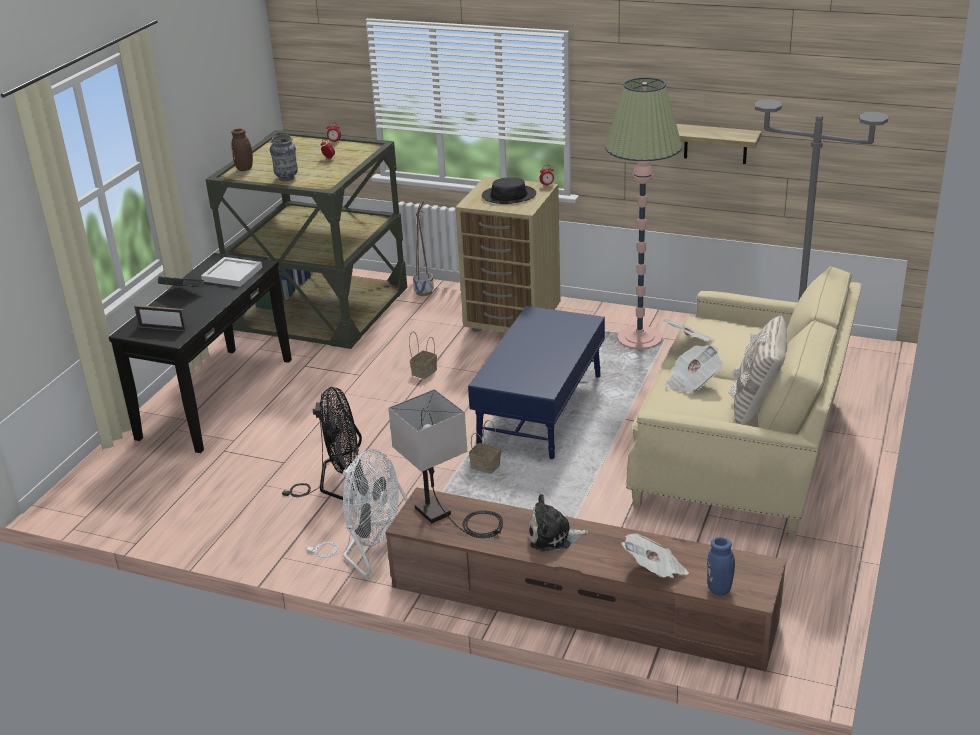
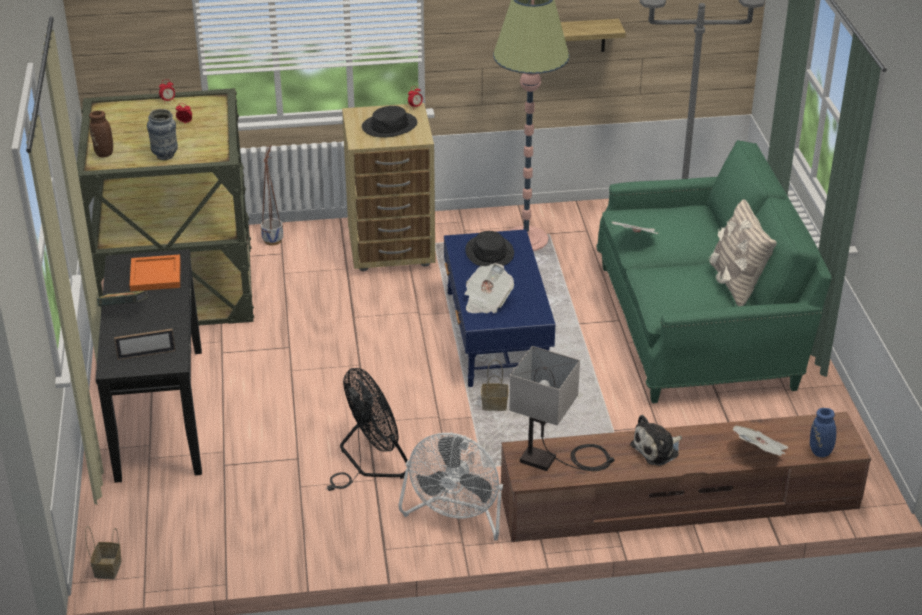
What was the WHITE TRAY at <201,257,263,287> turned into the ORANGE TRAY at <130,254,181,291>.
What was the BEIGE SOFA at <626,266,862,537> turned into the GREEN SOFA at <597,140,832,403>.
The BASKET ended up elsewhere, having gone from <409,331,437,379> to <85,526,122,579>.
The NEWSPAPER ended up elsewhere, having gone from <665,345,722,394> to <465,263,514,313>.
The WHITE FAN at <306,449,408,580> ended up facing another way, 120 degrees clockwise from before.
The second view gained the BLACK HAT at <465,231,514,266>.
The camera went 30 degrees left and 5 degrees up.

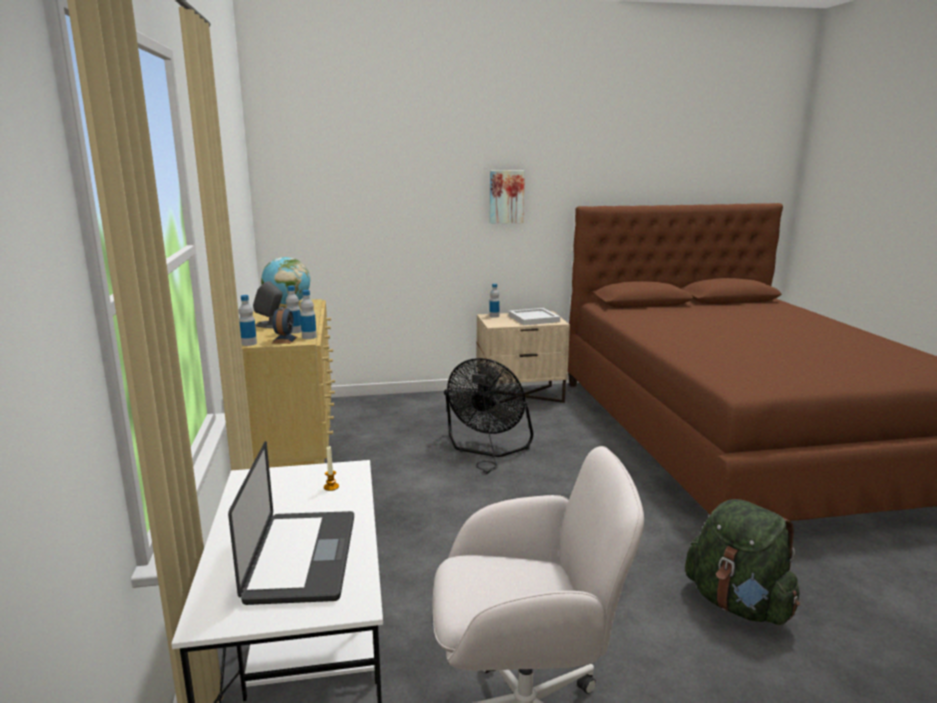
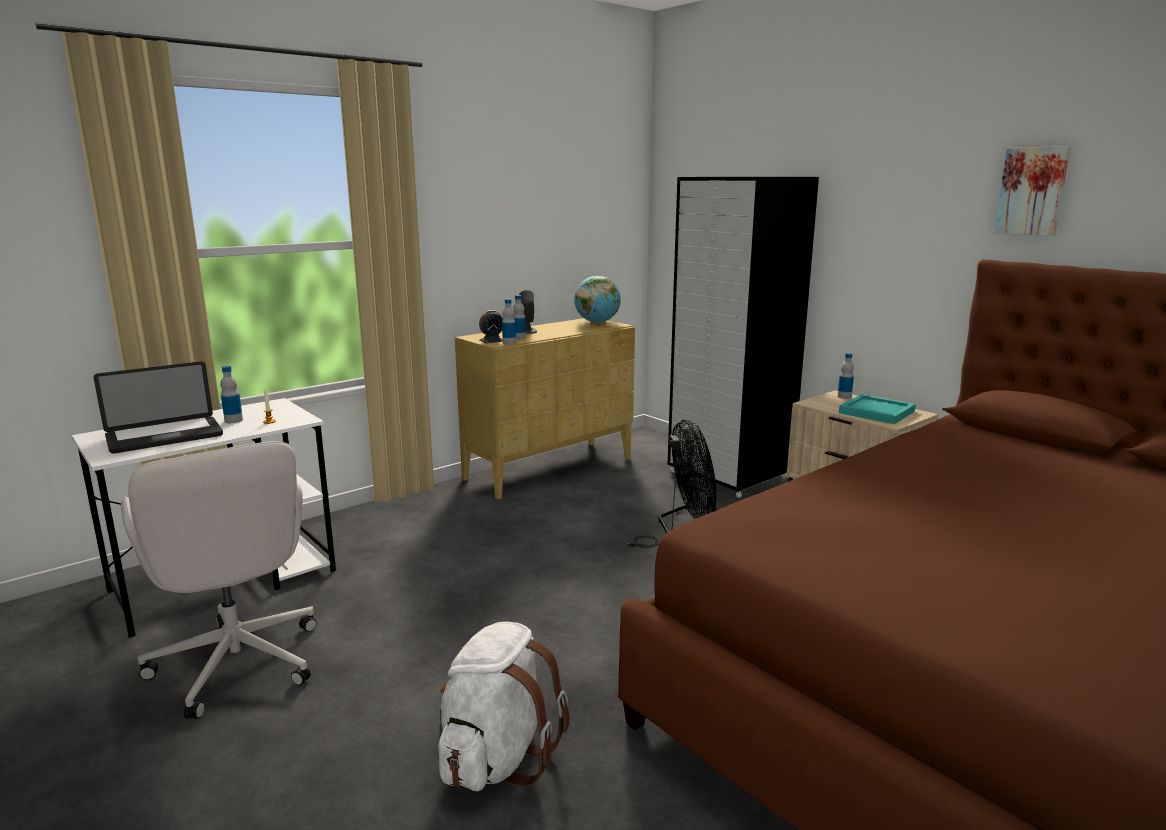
The PICTURE ended up elsewhere, having gone from <490,170,525,224> to <994,146,1071,236>.
The BOTTLE ended up elsewhere, having gone from <239,295,257,346> to <220,366,243,423>.
What was the WHITE TRAY at <509,308,560,325> turned into the TURQUOISE TRAY at <839,394,916,424>.
What was the GREEN BACKPACK at <685,499,800,625> turned into the WHITE BACKPACK at <438,622,570,791>.
The second view gained the WARDROBE at <668,177,819,498>.
The camera went 60 degrees right and 0 degrees up.

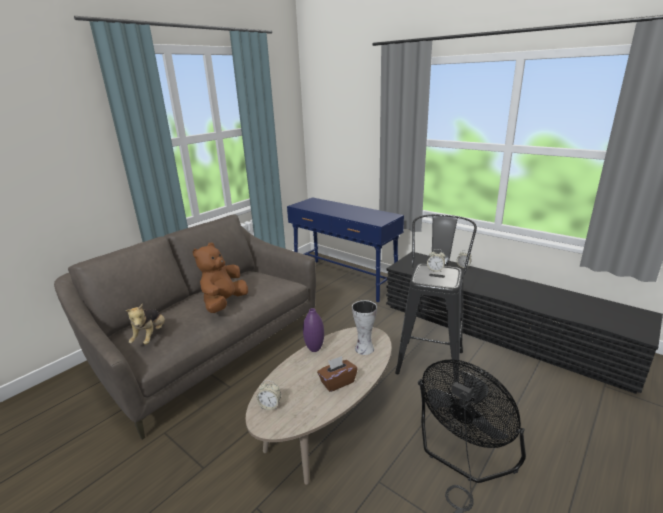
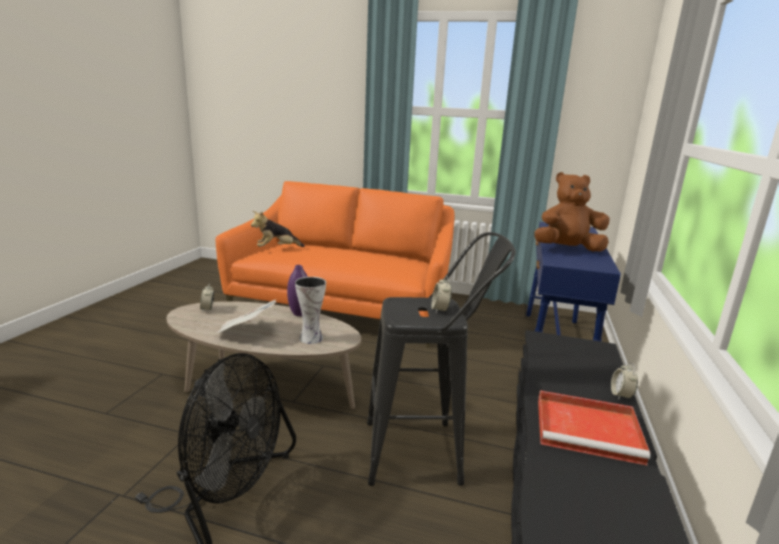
What was the GREY SOFA at <54,214,316,440> turned into the ORANGE SOFA at <216,181,454,348>.
The BROWN PLUSH TOY ended up elsewhere, having gone from <193,243,248,313> to <535,172,610,252>.
Where the BROWN TISSUE BOX stood at <317,356,357,392>, the NEWSPAPER came to stand at <215,299,276,334>.
The second view gained the RED TRAY at <538,390,650,465>.
The camera went 65 degrees right and 5 degrees down.

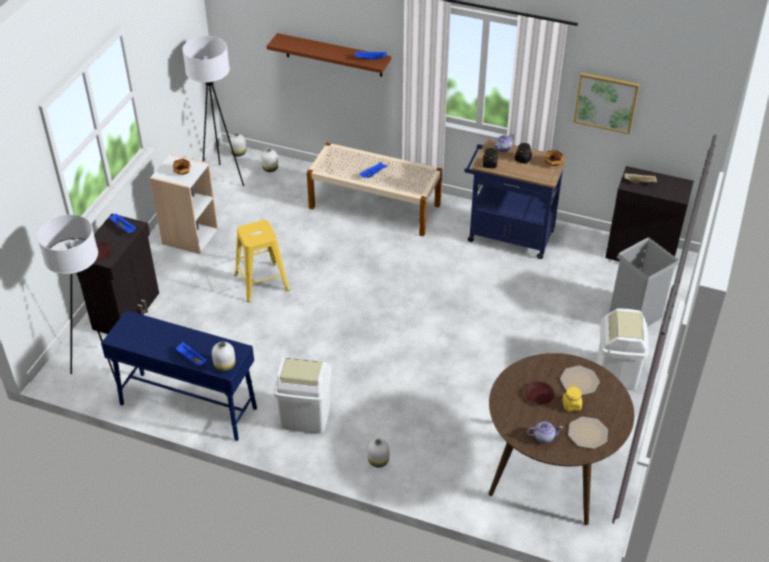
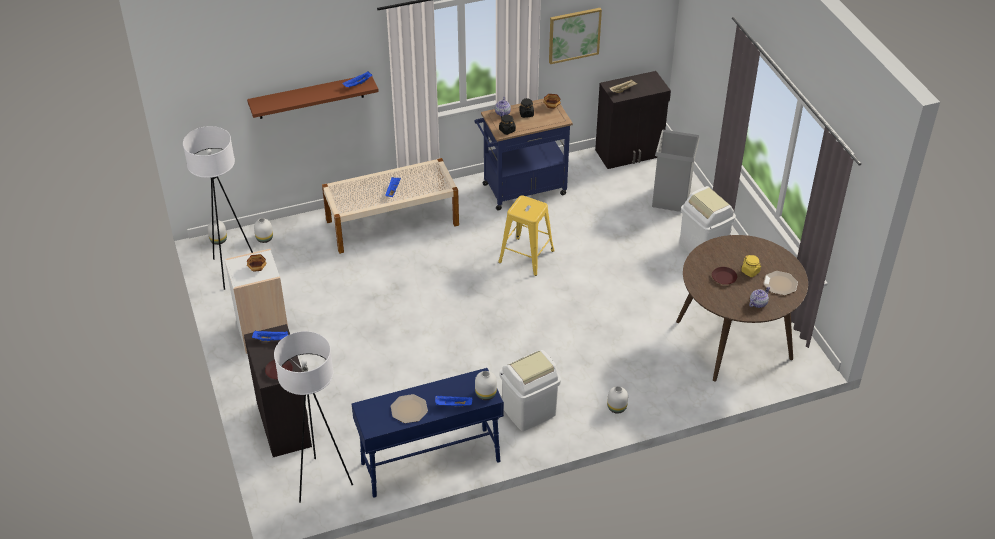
The YELLOW STOOL ended up elsewhere, having gone from <235,220,290,302> to <498,196,555,276>.
The PLATE ended up elsewhere, having gone from <560,366,600,395> to <391,394,428,423>.
The camera went 40 degrees left and 0 degrees up.

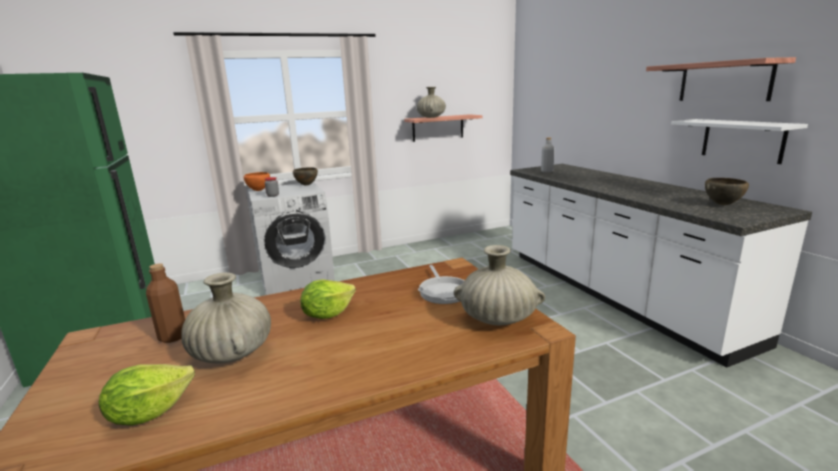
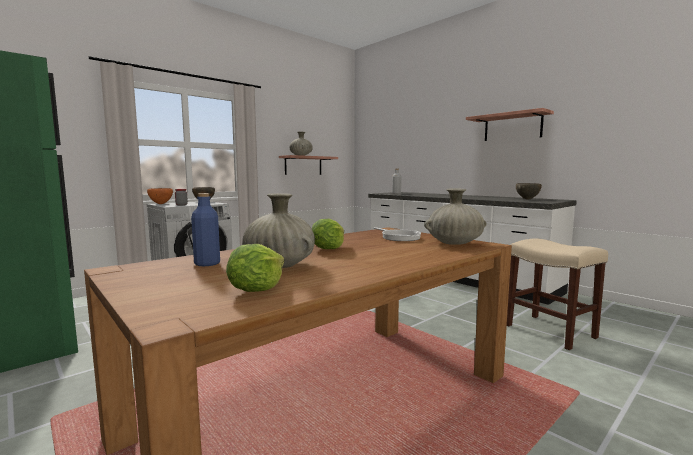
The second view lost the WHITE SHELF at <671,119,808,164>.
What was the BROWN BOTTLE at <146,263,185,343> turned into the BLUE BOTTLE at <191,193,220,266>.
The second view gained the BEIGE STOOL at <507,238,608,350>.
The camera went 20 degrees left and 10 degrees down.

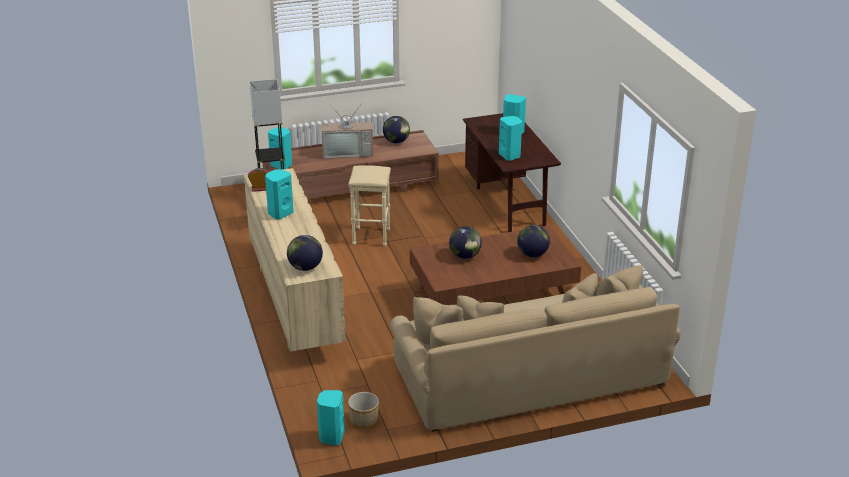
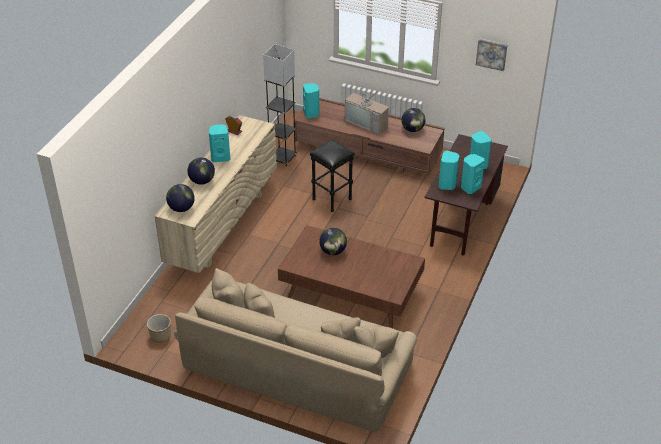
What was the BEIGE STOOL at <348,165,391,247> turned into the BLACK STOOL at <310,140,355,212>.
The GLOBE ended up elsewhere, having gone from <517,225,550,257> to <188,157,215,185>.
The TURQUOISE SPEAKER ended up elsewhere, having gone from <317,390,345,446> to <461,154,485,194>.
The second view gained the PICTURE at <476,38,508,71>.
The camera went 40 degrees right and 10 degrees up.

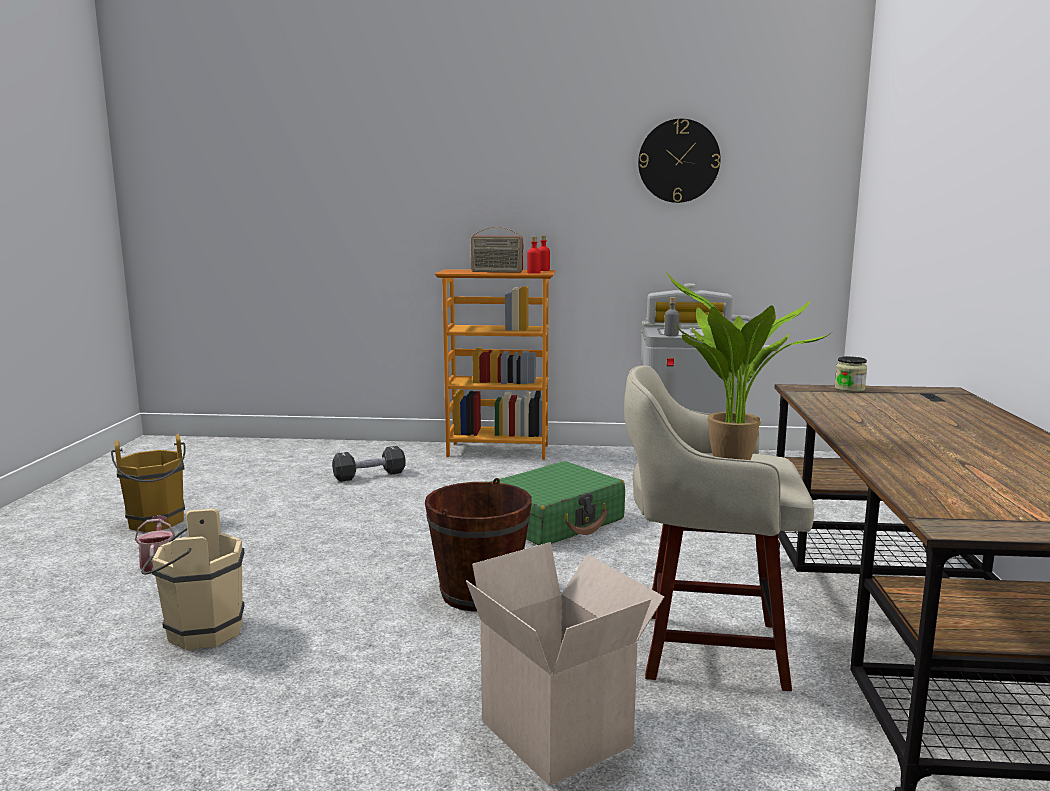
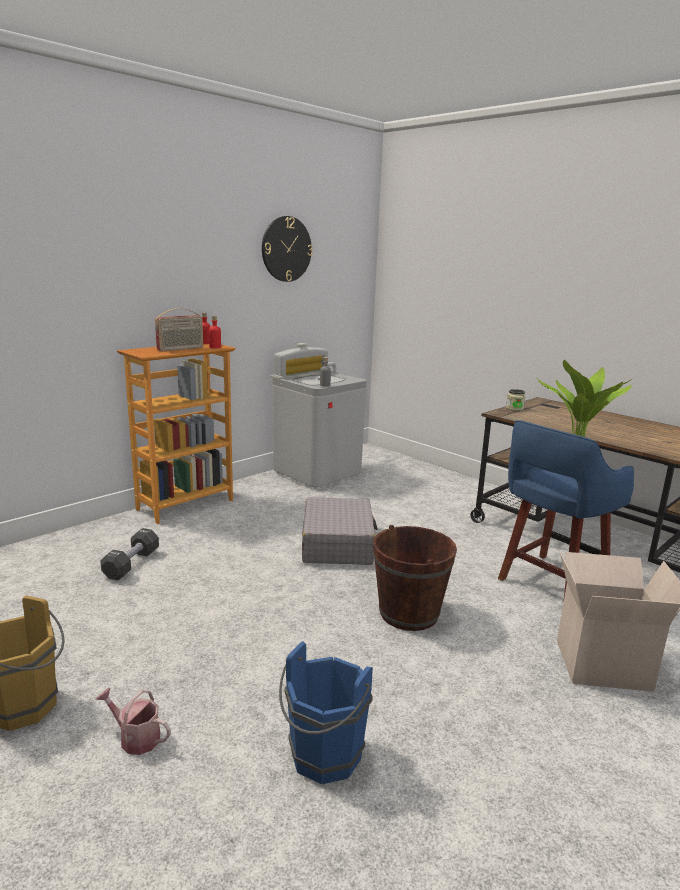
What was the BEIGE STOOL at <624,365,814,691> turned into the BLUE STOOL at <498,420,634,597>.
What was the GREEN SUITCASE at <489,461,625,545> turned into the GREY SUITCASE at <302,497,378,565>.
What was the BEIGE BUCKET at <141,509,244,650> turned into the BLUE BUCKET at <279,641,373,784>.
The camera went 50 degrees left and 5 degrees up.

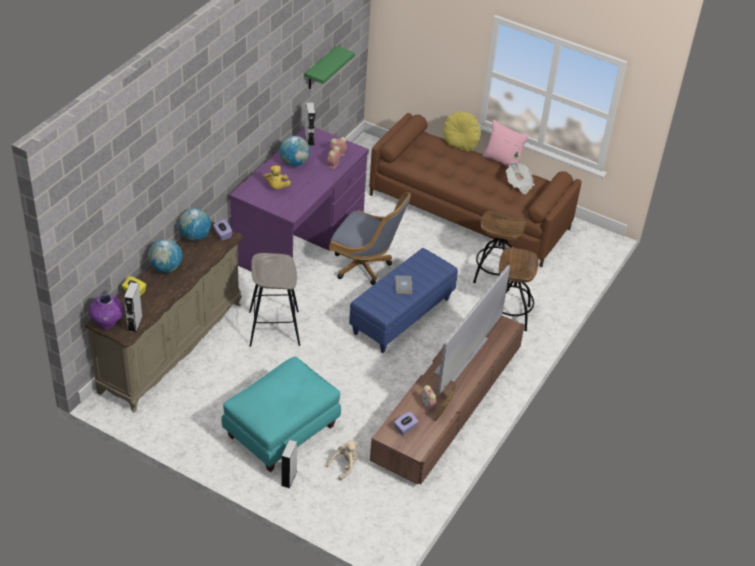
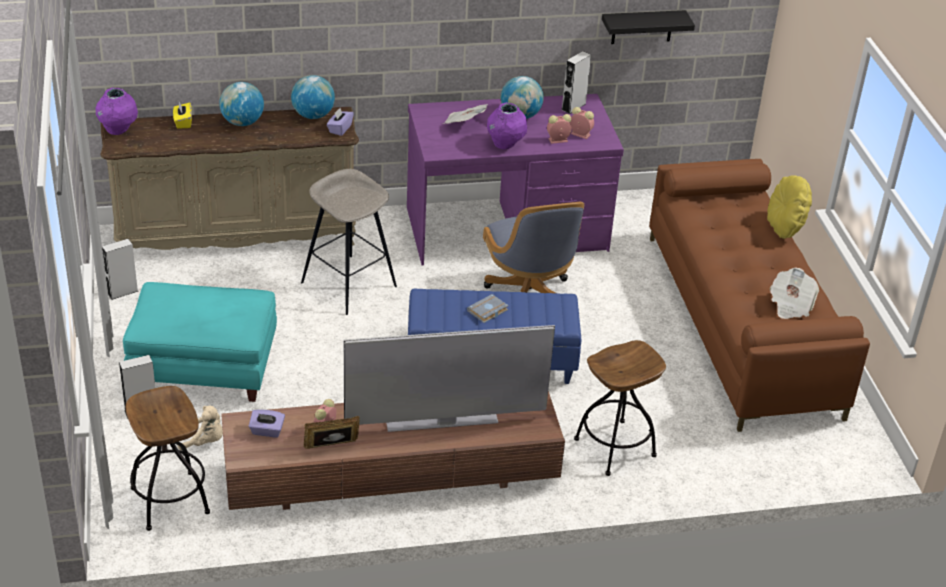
What was the GREEN SHELF at <305,46,355,89> turned into the BLACK SHELF at <602,10,695,44>.
The second view lost the PINK PILLOW at <482,120,529,167>.
Where the YELLOW PLUSH TOY stood at <264,165,291,189>, the NEWSPAPER came to stand at <443,104,488,124>.
The BROWN STOOL ended up elsewhere, having gone from <473,211,526,291> to <126,386,210,531>.
The GREY SPEAKER ended up elsewhere, having gone from <124,282,142,332> to <102,239,138,300>.
The second view gained the PURPLE VASE at <487,102,527,149>.
The camera went 50 degrees right and 5 degrees down.

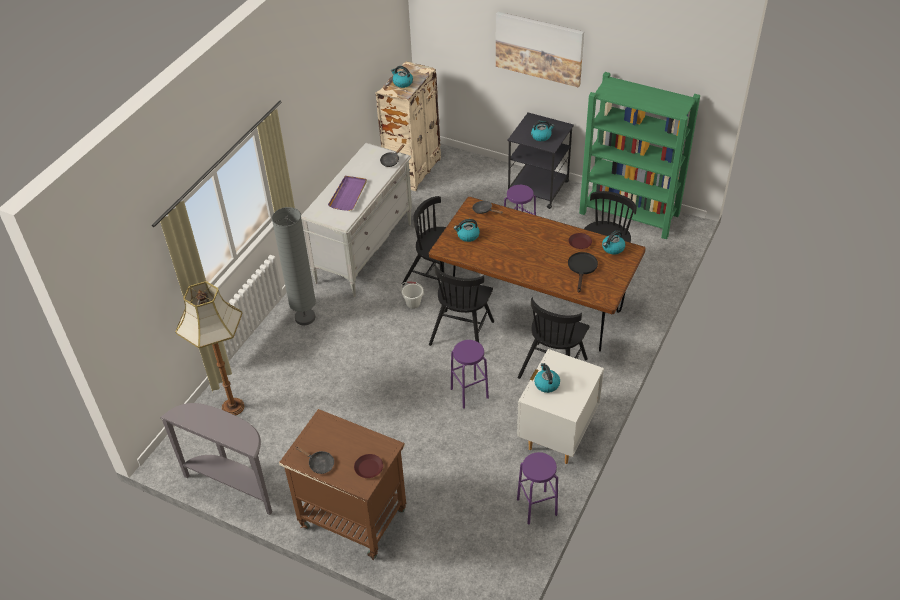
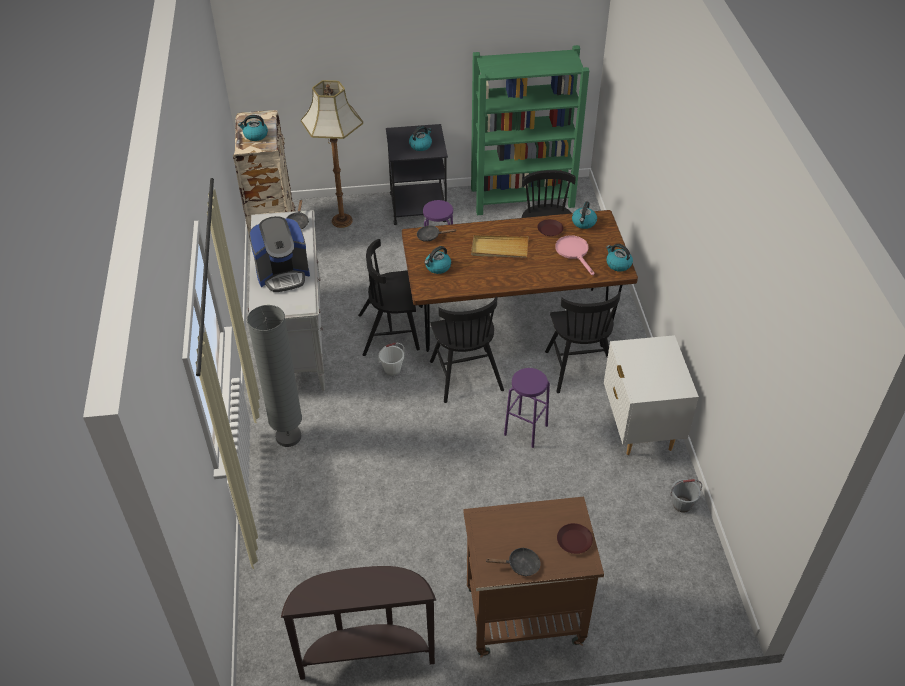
The second view lost the PICTURE at <496,12,584,88>.
Where the PURPLE TRAY stood at <328,176,367,211>, the COFFEE MACHINE came to stand at <249,216,310,292>.
What was the BLACK FRYING PAN at <568,252,598,292> turned into the PINK FRYING PAN at <556,235,594,275>.
The FLOOR LAMP ended up elsewhere, having gone from <175,281,244,416> to <301,80,363,228>.
The KETTLE ended up elsewhere, having gone from <534,363,560,393> to <606,244,633,272>.
What was the GREY CONSOLE TABLE at <160,403,272,515> turned into the BROWN CONSOLE TABLE at <281,566,436,680>.
Where the PURPLE STOOL stood at <517,452,558,524>, the GREY BUCKET came to stand at <670,479,702,513>.
The second view gained the BEIGE TRAY at <471,235,529,258>.
The camera went 35 degrees left and 0 degrees up.

